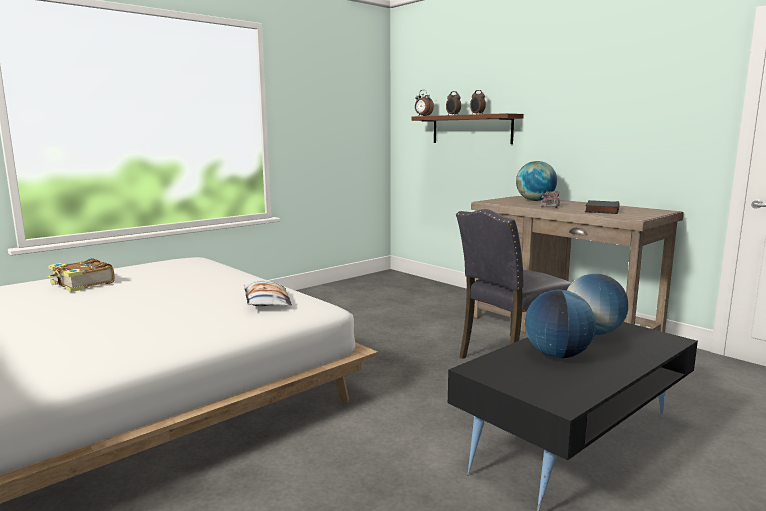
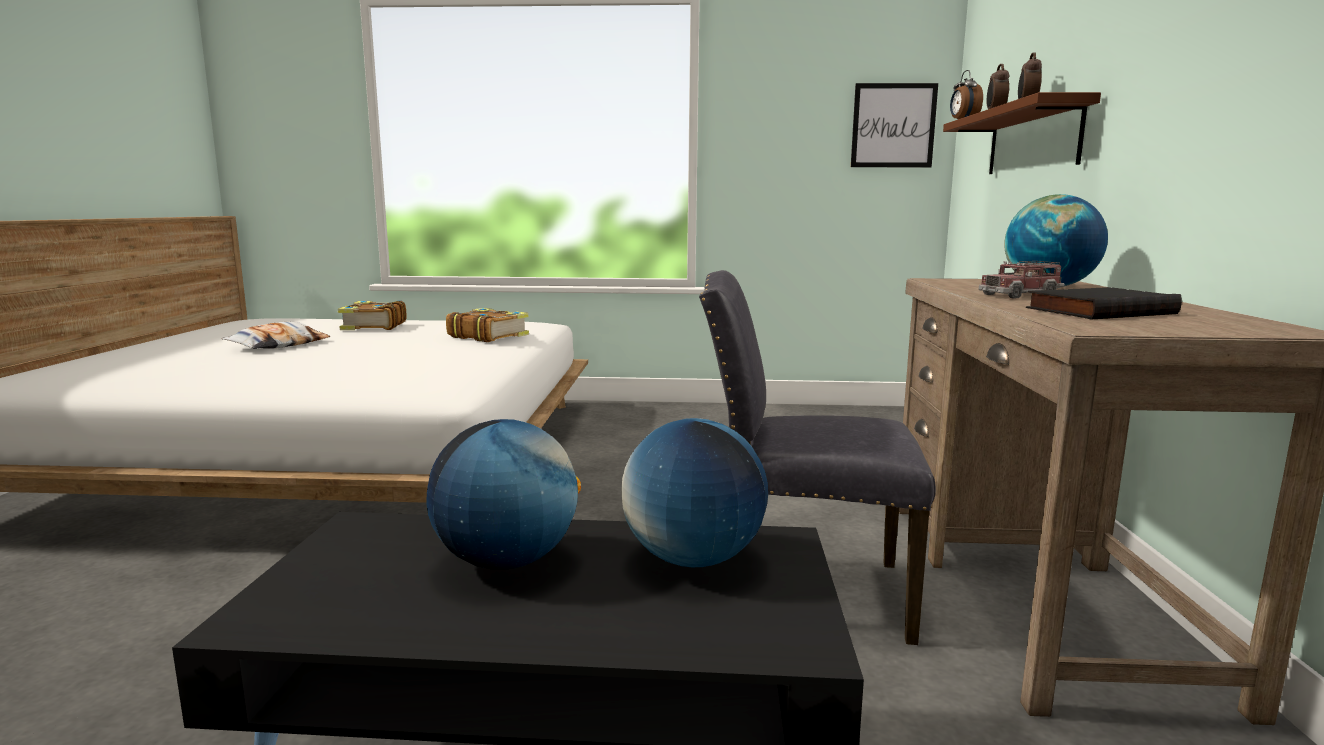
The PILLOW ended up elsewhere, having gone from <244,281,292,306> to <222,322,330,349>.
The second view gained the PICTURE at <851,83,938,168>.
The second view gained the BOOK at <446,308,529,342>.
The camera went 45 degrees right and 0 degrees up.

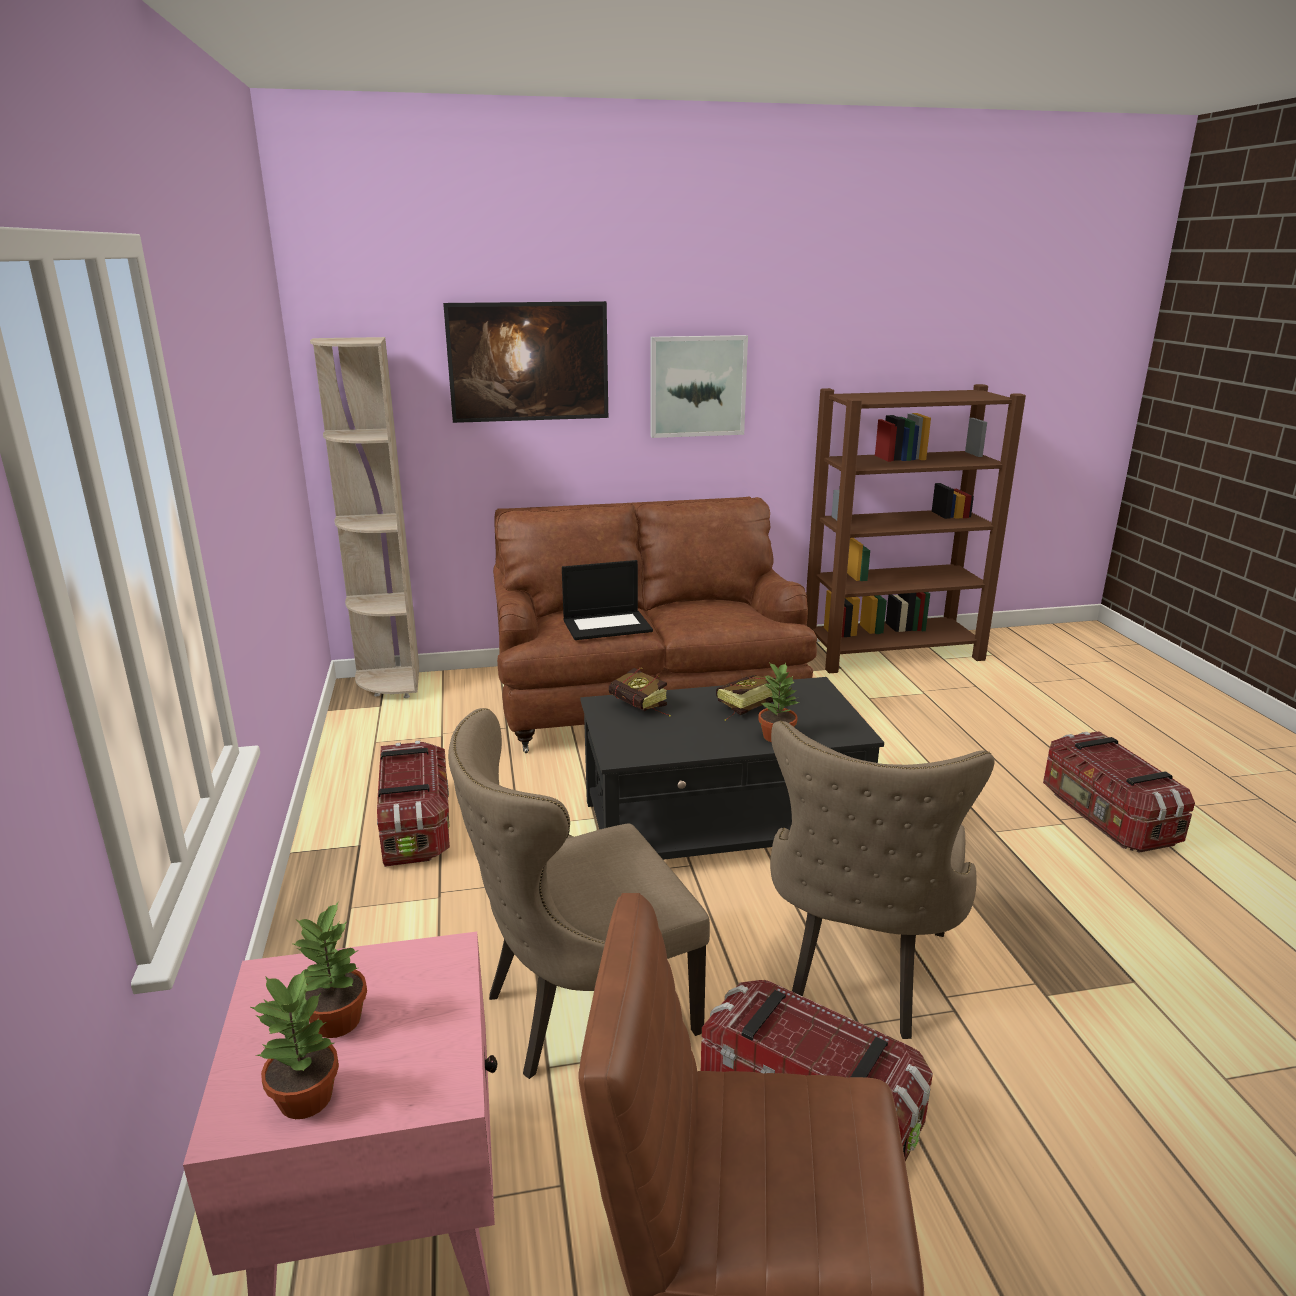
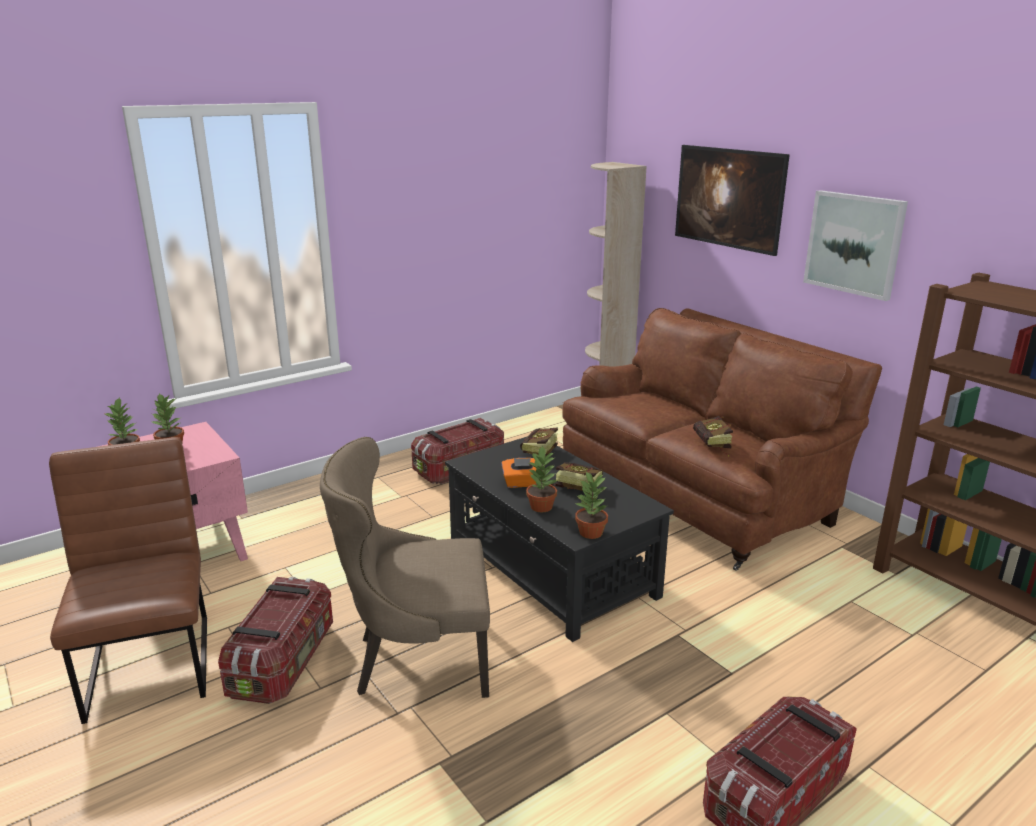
The second view lost the LAPTOP at <562,560,653,640>.
The second view lost the BEIGE CHAIR at <448,708,710,1079>.
The second view gained the BOOK at <693,416,733,456>.
The second view gained the ORANGE TISSUE BOX at <501,458,537,488>.
The second view gained the POTTED PLANT at <574,471,608,539>.
The camera went 65 degrees right and 0 degrees up.

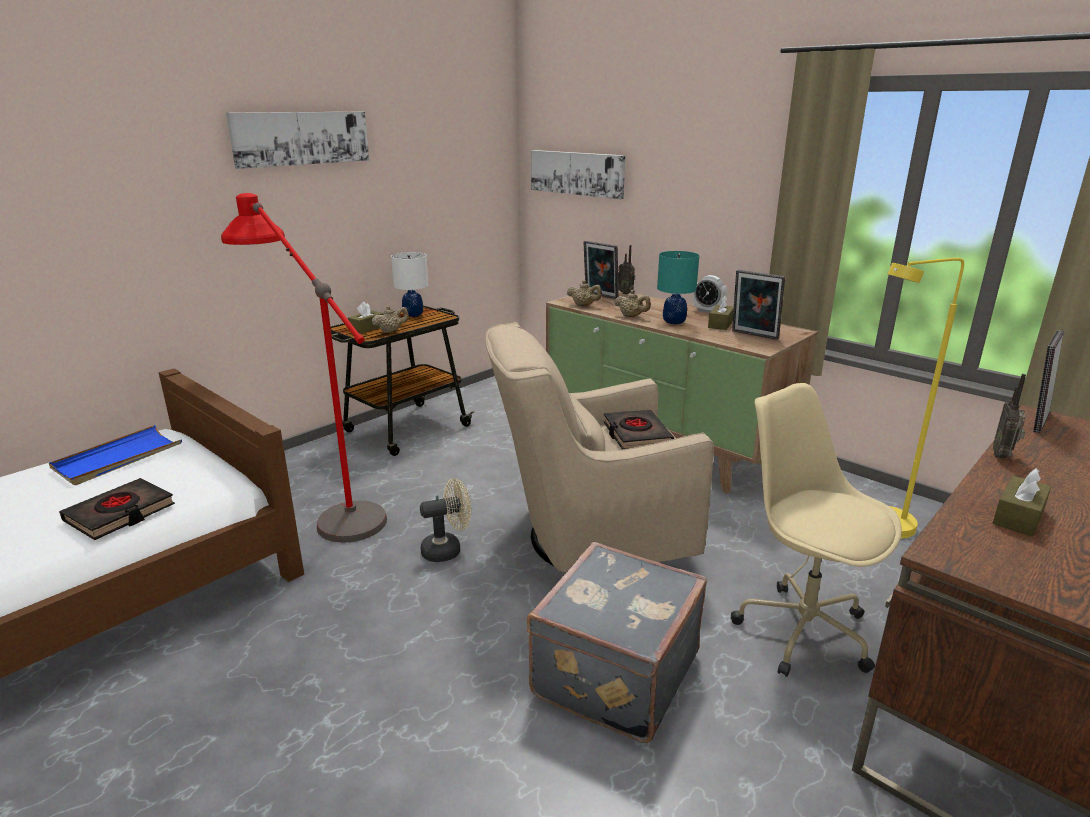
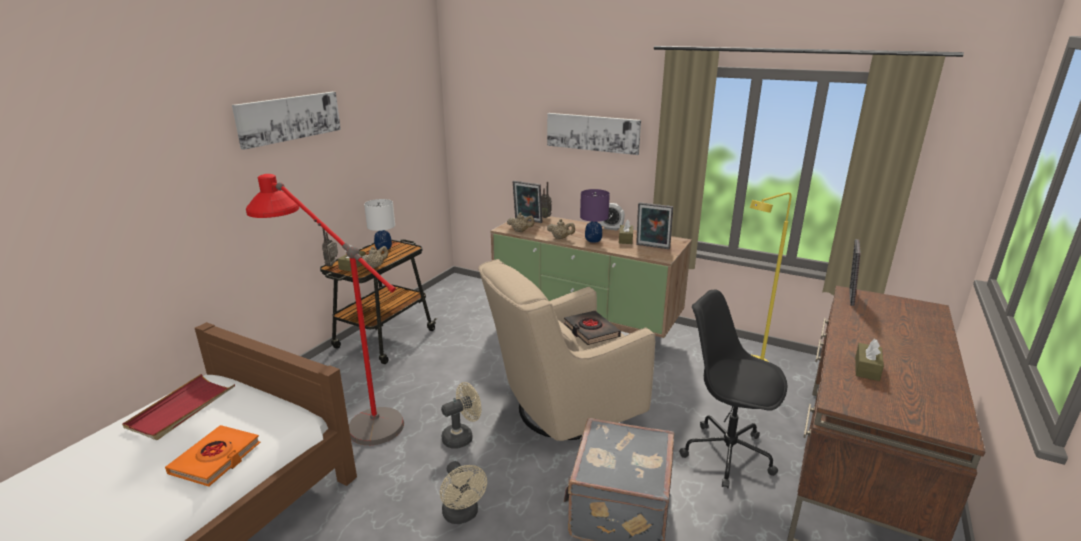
The PICTURE ended up elsewhere, having gone from <531,150,626,199> to <547,113,641,155>.
What was the TURQUOISE TABLE LAMP at <657,251,699,325> turned into the PURPLE TABLE LAMP at <580,189,610,243>.
The RADIO ended up elsewhere, having gone from <993,374,1026,458> to <322,229,338,266>.
What was the BEIGE OFFICE CHAIR at <731,383,902,677> turned into the BLACK OFFICE CHAIR at <679,290,787,488>.
What was the BLUE TRAY at <49,425,182,485> turned into the RED TRAY at <122,374,235,440>.
What was the BLACK BOOK at <59,478,175,540> turned into the ORANGE BOOK at <165,425,260,486>.
The second view gained the BEIGE FAN at <440,461,487,524>.
The camera went 15 degrees left and 0 degrees up.

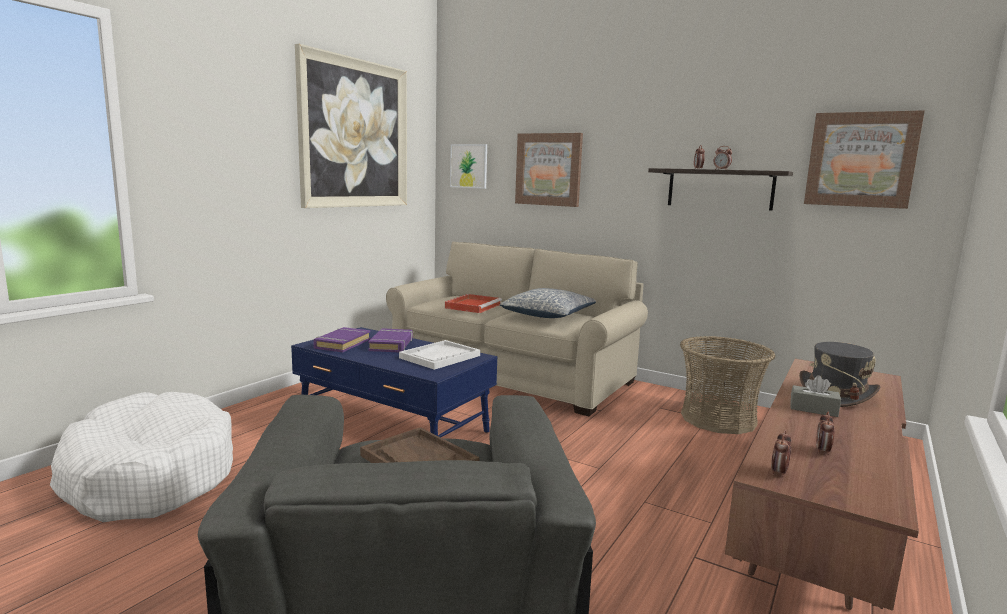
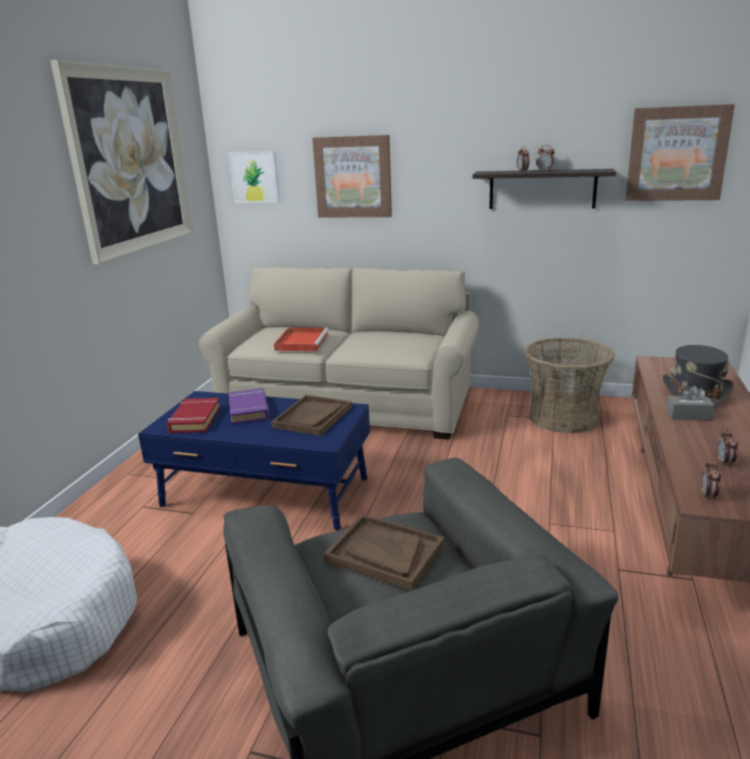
The second view lost the PILLOW at <500,288,596,318>.
What was the PURPLE BOOK at <313,327,370,352> turned into the RED BOOK at <167,398,220,433>.
What was the WHITE TRAY at <399,340,480,370> turned into the BROWN TRAY at <271,395,352,436>.
The camera went 15 degrees left and 10 degrees up.

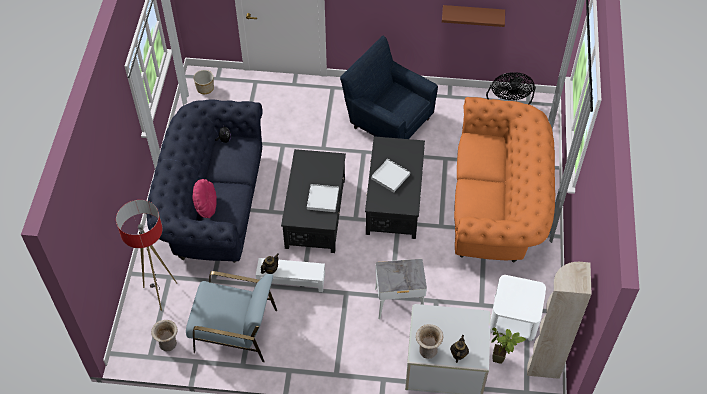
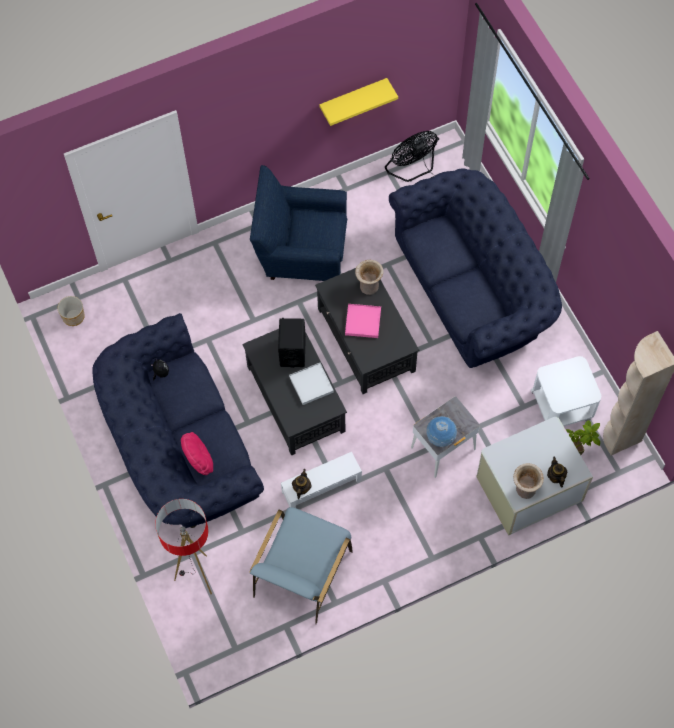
What was the BROWN SHELF at <442,5,505,27> turned into the YELLOW SHELF at <319,78,398,126>.
What was the ORANGE SOFA at <454,97,555,262> turned into the BLUE SOFA at <389,168,562,368>.
What was the WHITE TRAY at <371,159,410,192> turned into the PINK TRAY at <345,304,381,338>.
The BLUE ARMCHAIR at <186,271,277,362> ended up facing another way, 135 degrees clockwise from before.
The BEIGE VASE ended up elsewhere, having gone from <151,320,178,351> to <355,259,384,295>.
The second view gained the BLACK SPEAKER at <278,318,306,368>.
The second view gained the GLOBE at <426,416,457,447>.
The camera went 30 degrees left and 10 degrees up.

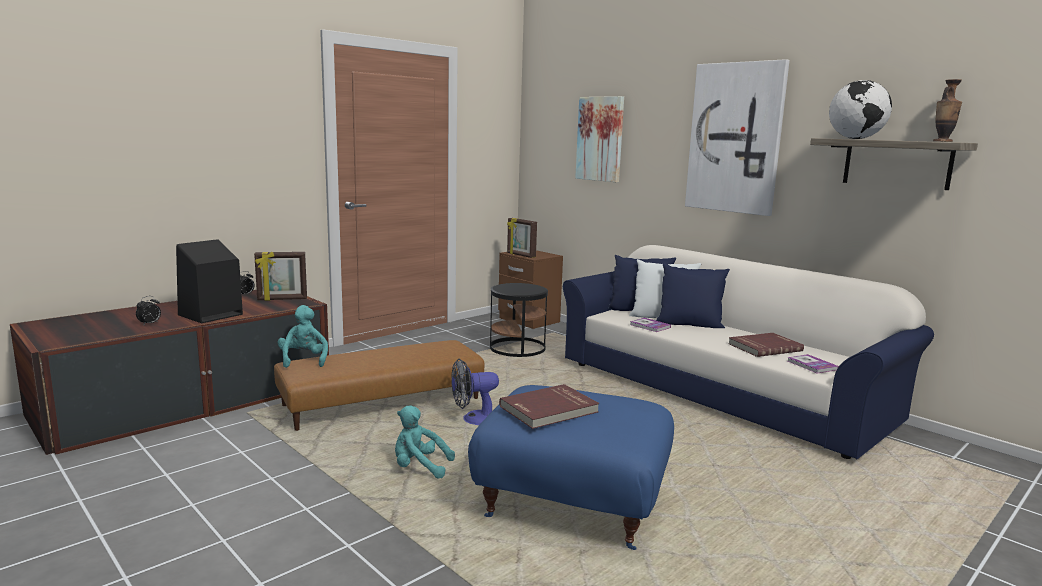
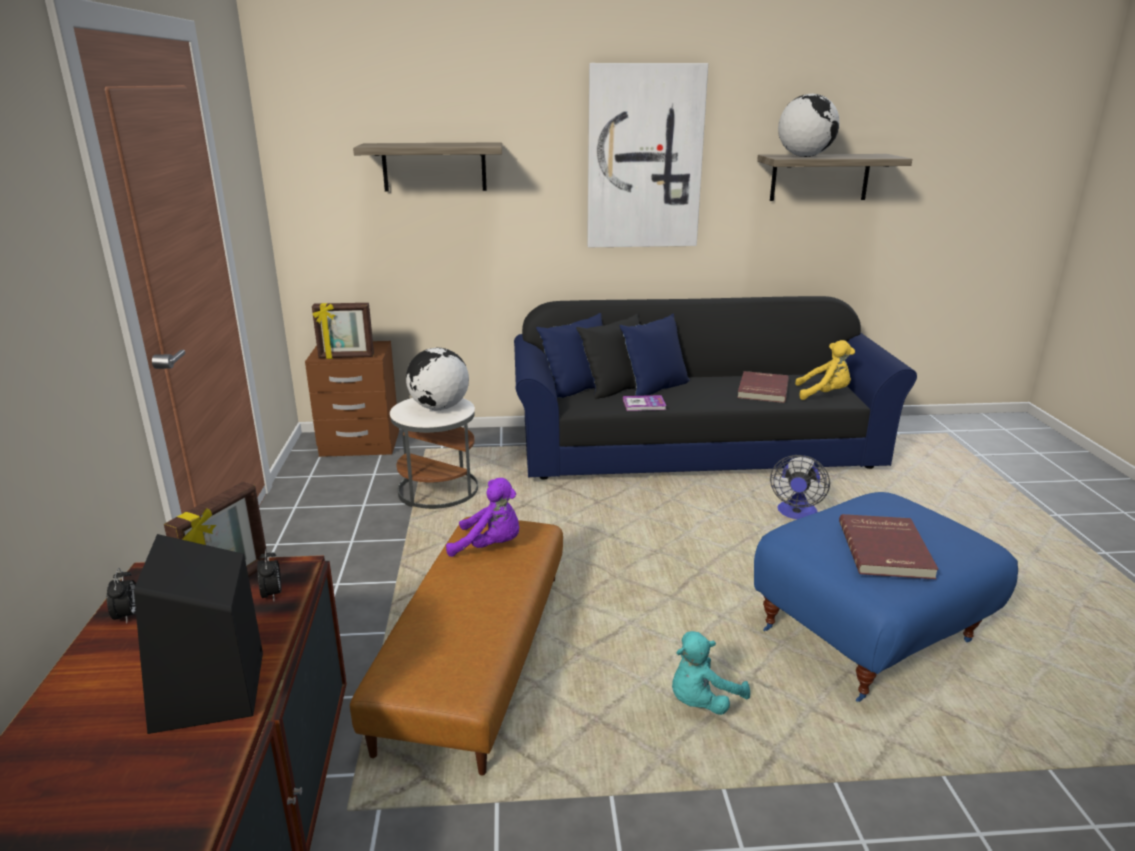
The second view lost the VASE at <933,79,962,142>.
Where the PICTURE hung at <575,96,624,182>, the SHELF came to hang at <353,142,502,192>.
What was the WHITE SOFA at <563,245,934,459> turned into the BLACK SOFA at <514,296,917,480>.
What was the BLACK SIDE TABLE at <490,283,548,357> turned into the WHITE SIDE TABLE at <390,398,478,509>.
The ALARM CLOCK ended up elsewhere, having gone from <136,296,161,326> to <257,549,281,601>.
The second view lost the TURQUOISE PLUSH TOY at <278,305,328,368>.
Where the BOOK stood at <788,354,839,374>, the YELLOW PLUSH TOY came to stand at <795,340,855,400>.
The FAN ended up elsewhere, having gone from <451,359,499,425> to <770,455,830,519>.
The second view gained the GLOBE at <406,347,469,410>.
The second view gained the PURPLE PLUSH TOY at <446,478,519,557>.
The camera went 50 degrees left and 10 degrees up.

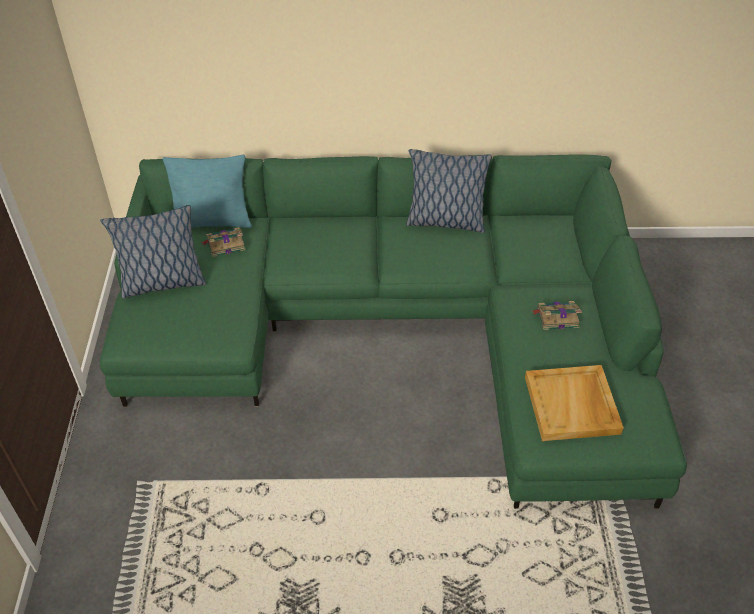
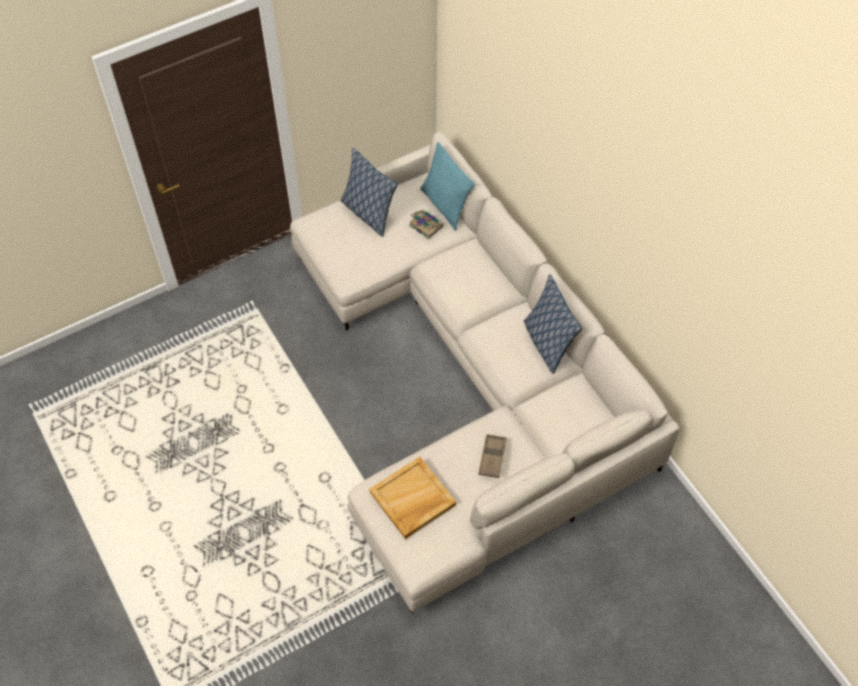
What was the GREEN SOFA at <100,155,687,509> turned into the BEIGE SOFA at <290,132,680,613>.
Where the BOOK stood at <533,301,582,330>, the BROWN TRAY came to stand at <478,434,507,478>.
The camera went 60 degrees right and 10 degrees up.

